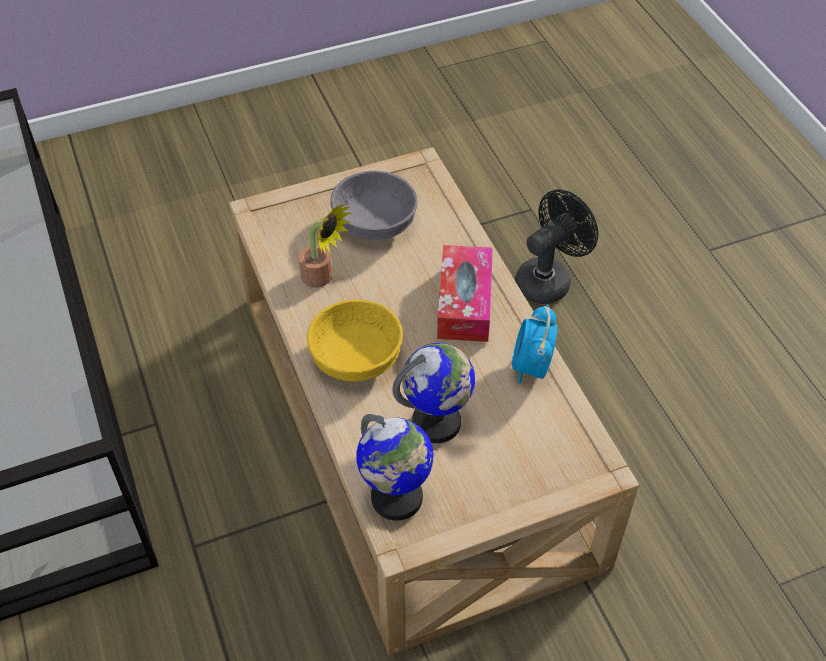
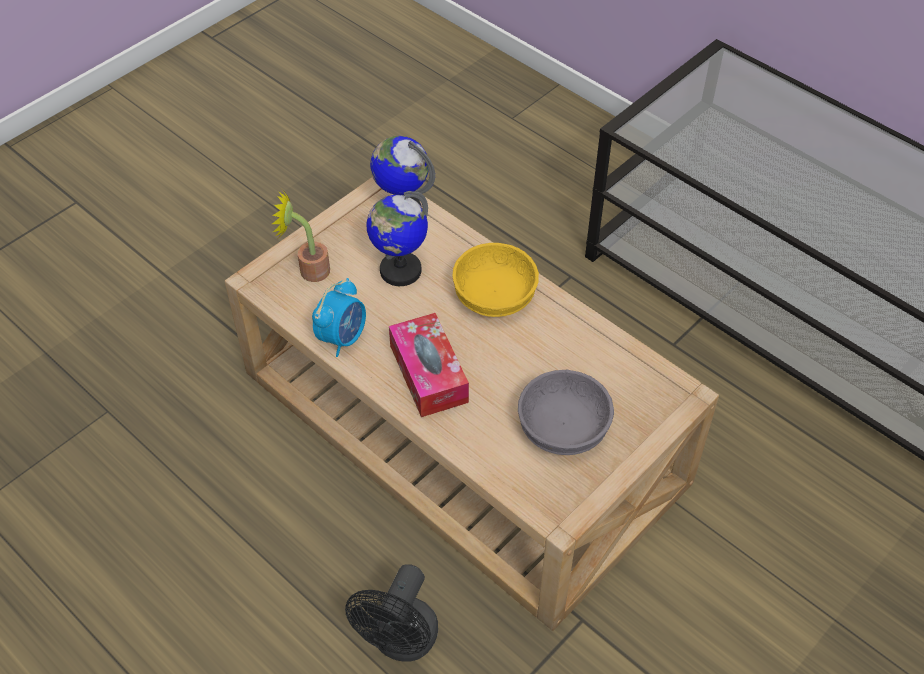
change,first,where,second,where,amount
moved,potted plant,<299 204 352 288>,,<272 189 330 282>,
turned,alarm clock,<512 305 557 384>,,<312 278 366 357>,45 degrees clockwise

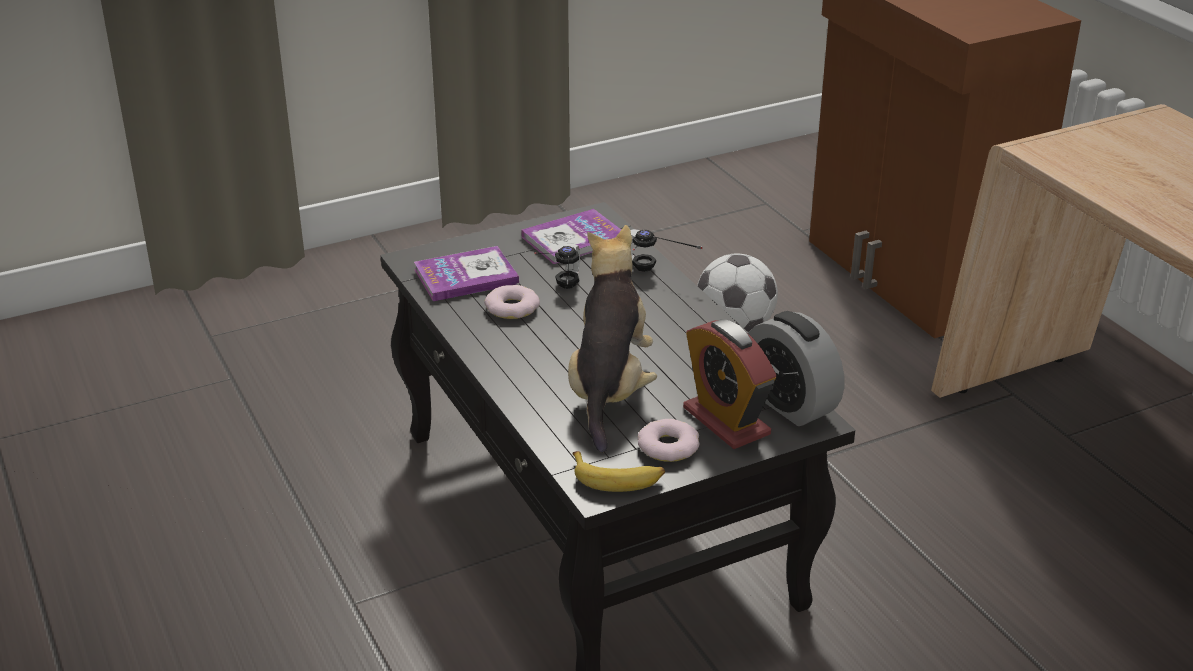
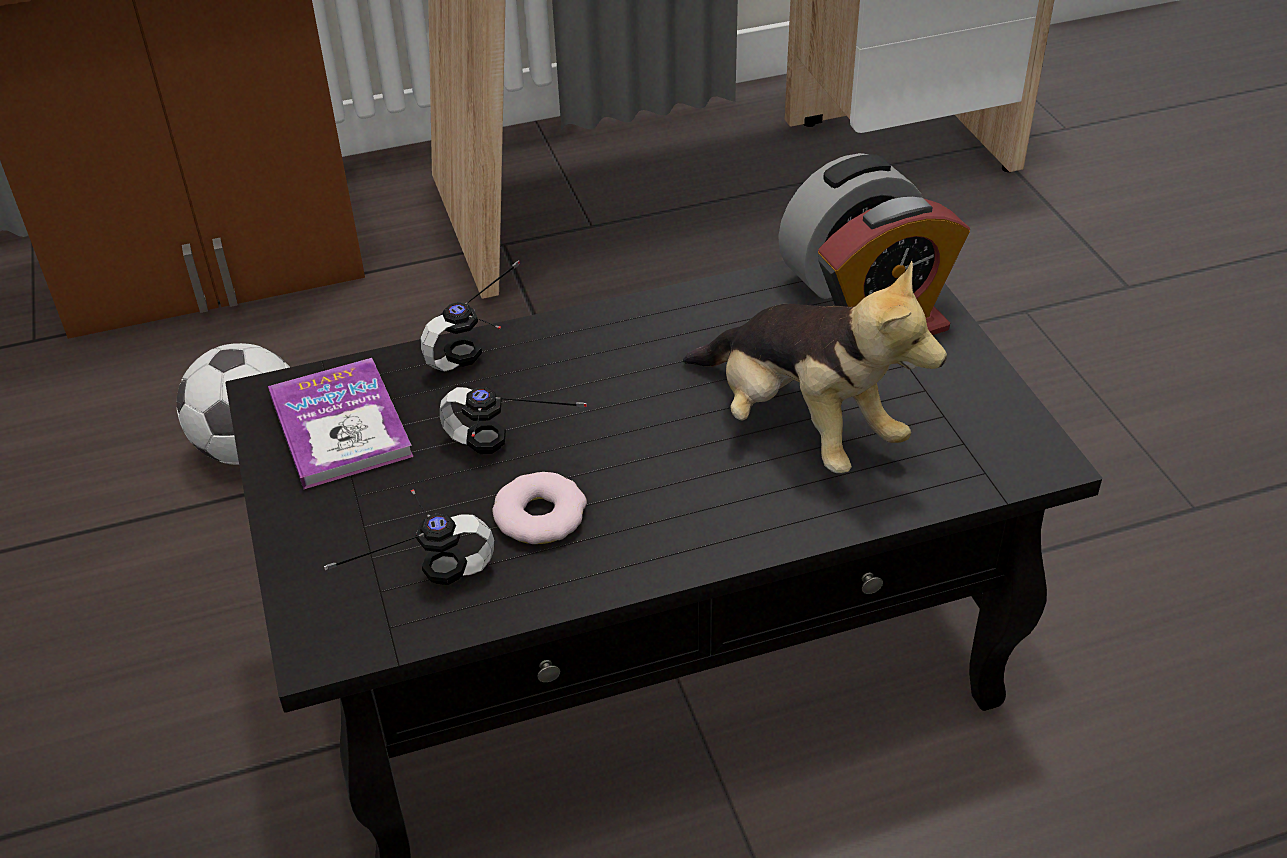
change,first,where,second,where,amount
replaced,book,<414 246 519 301>,headphones,<324 489 495 585>,
turned,plush toy,<568 225 657 453>,,<683 261 947 473>,150 degrees counterclockwise
removed,banana,<573 451 665 492>,,,
removed,donut,<638 419 699 462>,,,

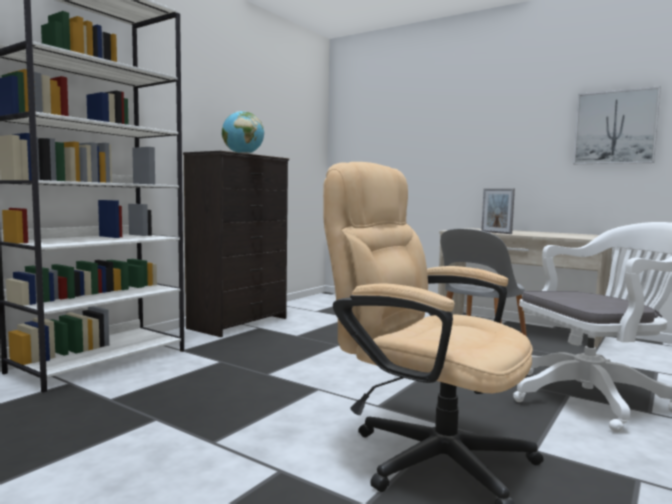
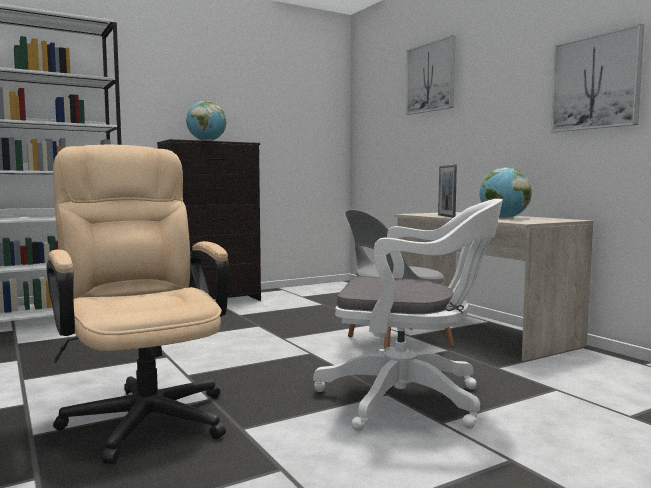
change,first,where,second,where,amount
added,,,picture,<406 35 455 115>,
added,,,globe,<480 167 532 218>,

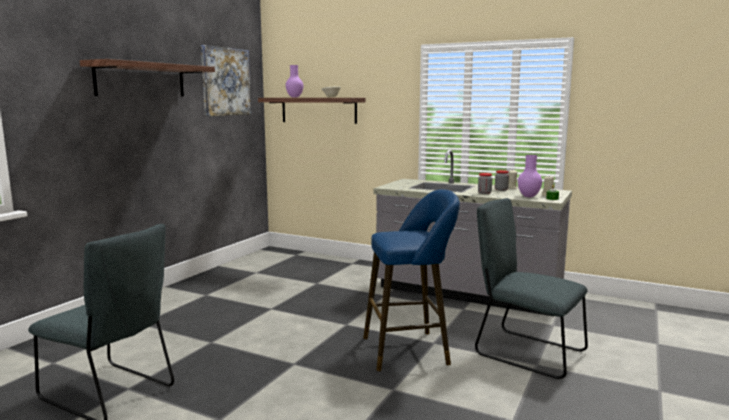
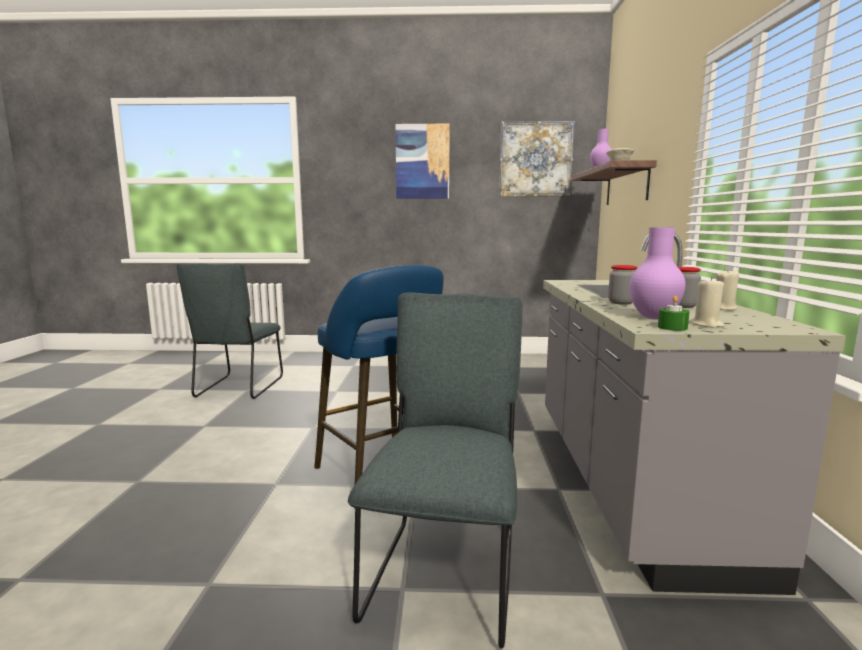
change,first,where,second,where,amount
replaced,shelf,<80 59 215 96>,picture,<395 124 450 199>,

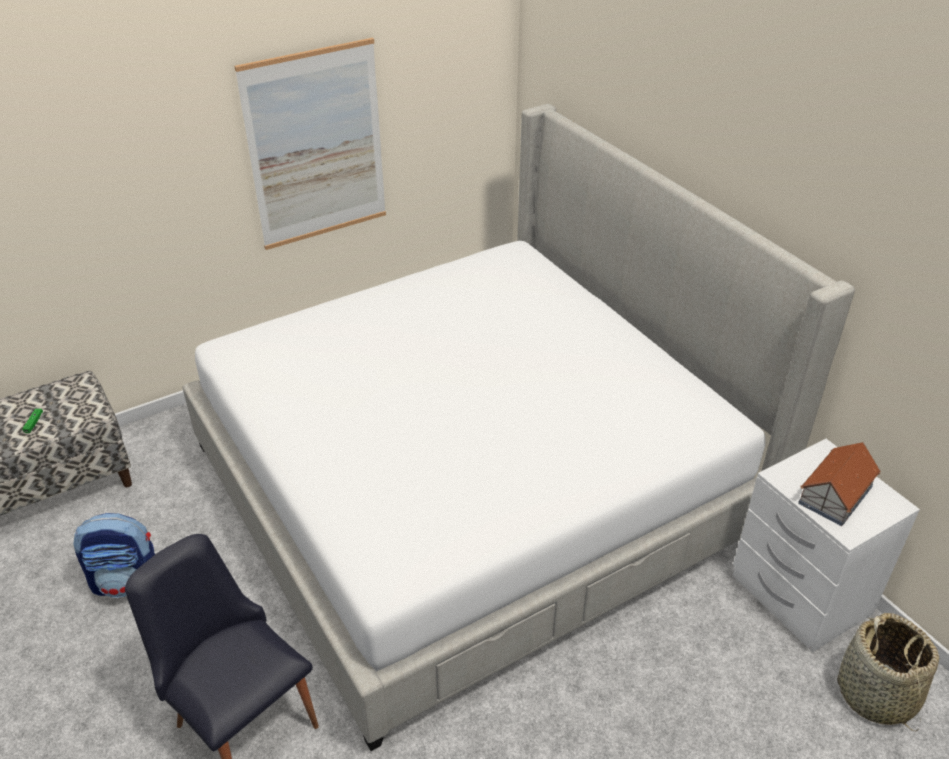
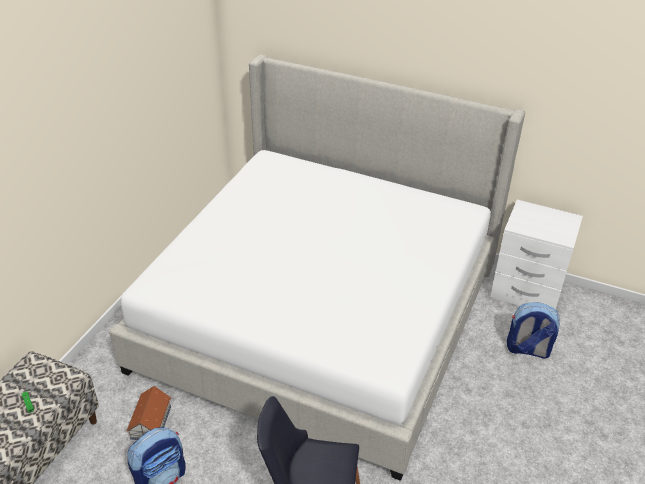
change,first,where,second,where,amount
removed,picture,<234 38 386 250>,,,
moved,toy house,<798 442 881 526>,,<126 386 171 440>,
removed,basket,<837 613 939 731>,,,
added,,,backpack,<507 302 560 359>,

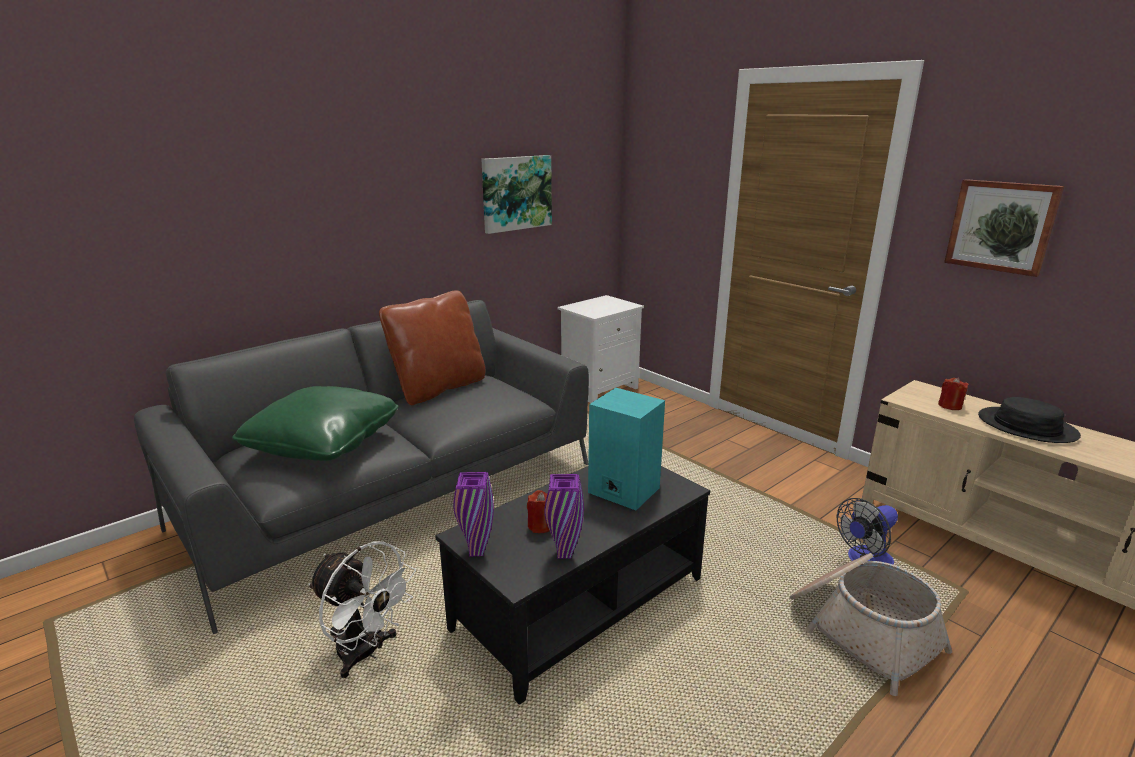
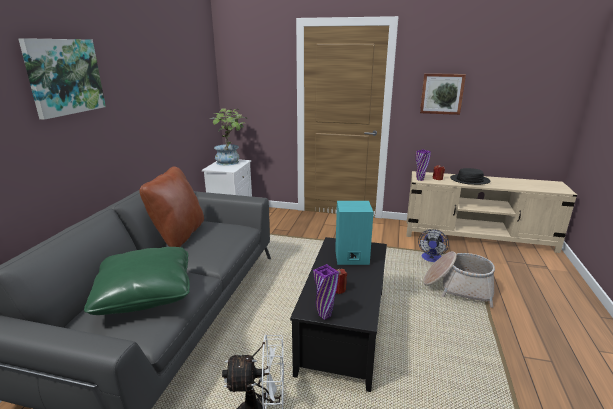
change,first,where,second,where,amount
moved,picture,<481 155 552 234>,,<18 38 106 120>,
moved,purple vase,<544 474 584 559>,,<416 149 431 181>,
added,,,potted plant,<210 108 247 166>,

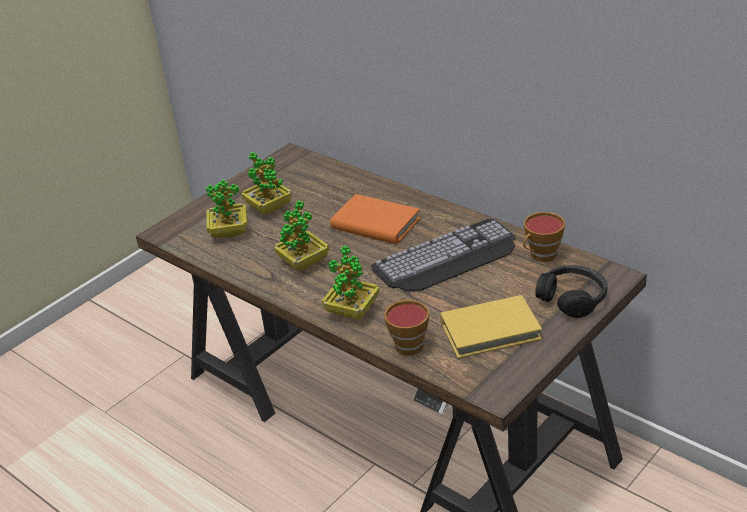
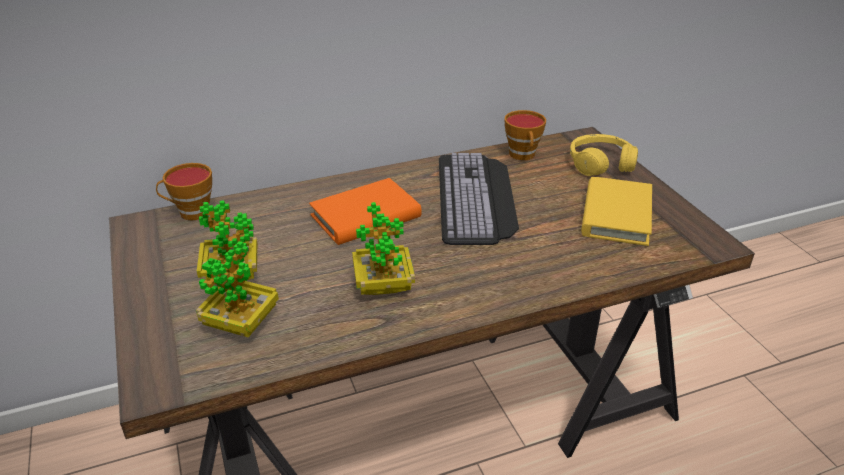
change,first,where,second,where,amount
removed,potted plant,<322 246 380 320>,,,
moved,cup,<384 300 429 356>,,<156 163 212 220>,
recoloured,black headphones,<535 265 608 318>,yellow headphones,<570 134 638 176>,

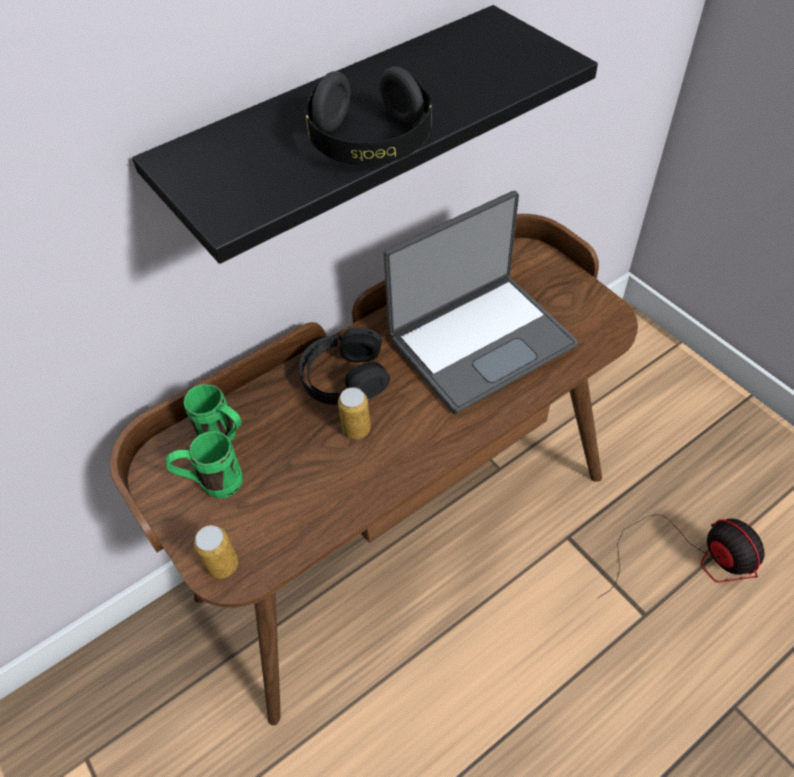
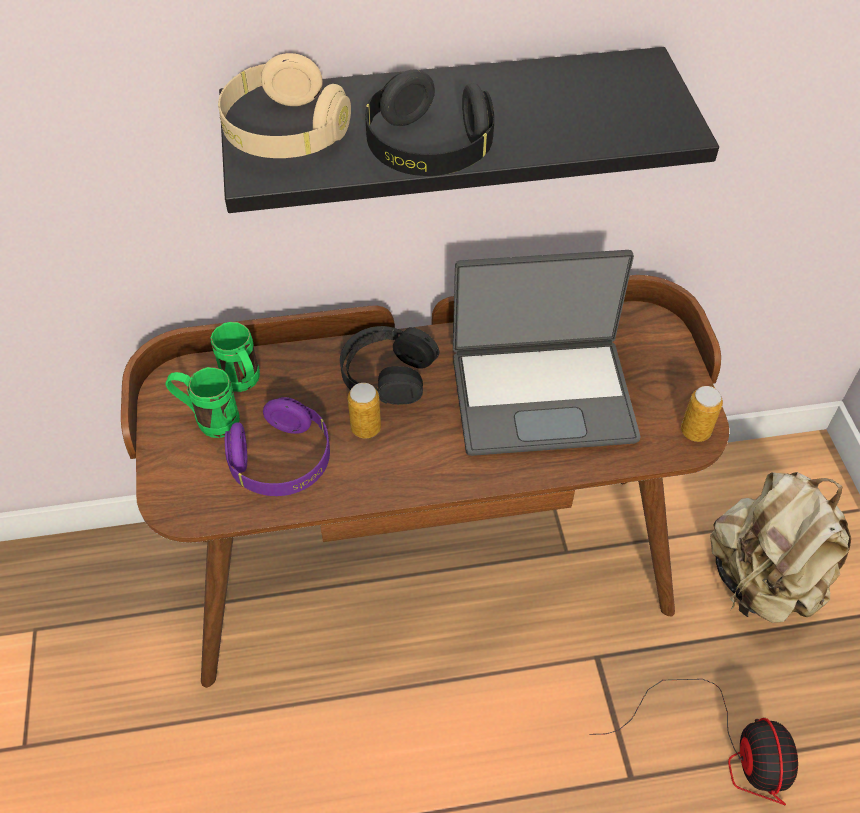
change,first,where,second,where,amount
moved,can,<194 525 238 579>,,<681 386 723 442>,
added,,,beige headphones,<218 53 351 158>,
added,,,purple headphones,<225 397 330 496>,
added,,,beige backpack,<710 472 851 623>,

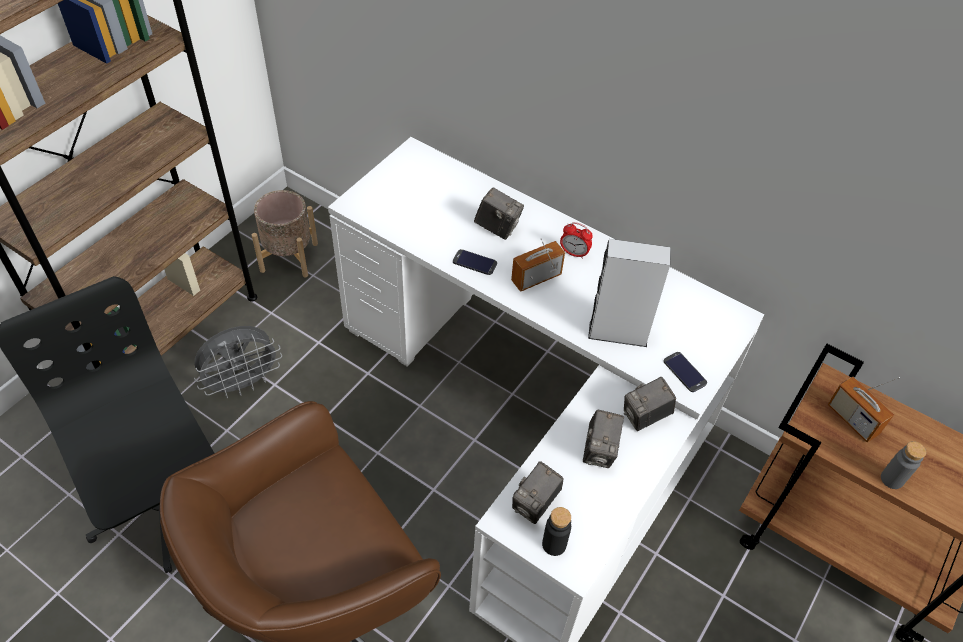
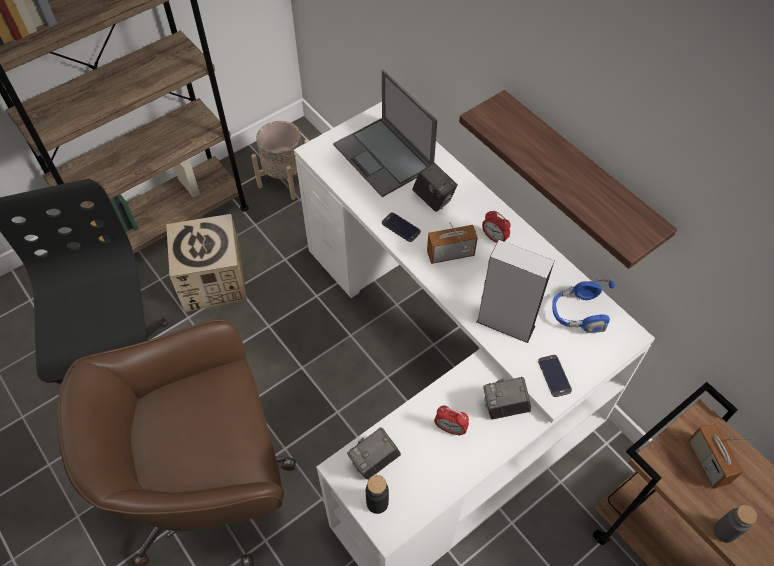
change,first,where,second,where,amount
replaced,grey fan,<194 326 282 398>,cardboard box,<166 214 247 312>,
replaced,photo camera,<583 410 624 468>,alarm clock,<434 406 469 436>,
added,,,laptop,<333 70 437 197>,
added,,,shelf,<459 90 677 269>,
added,,,blue headphones,<552 279 615 333>,

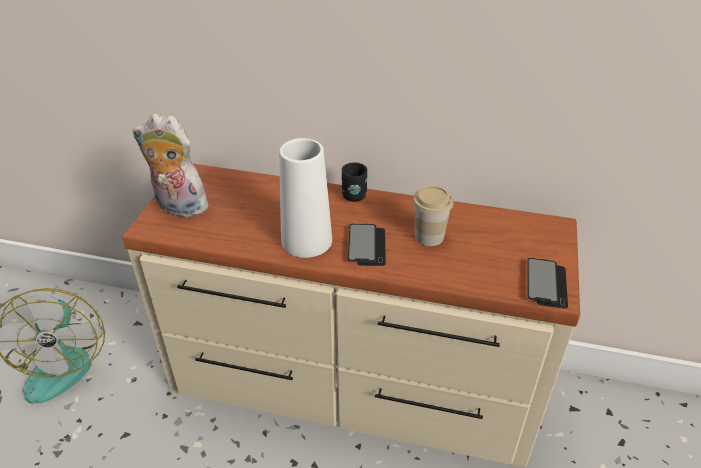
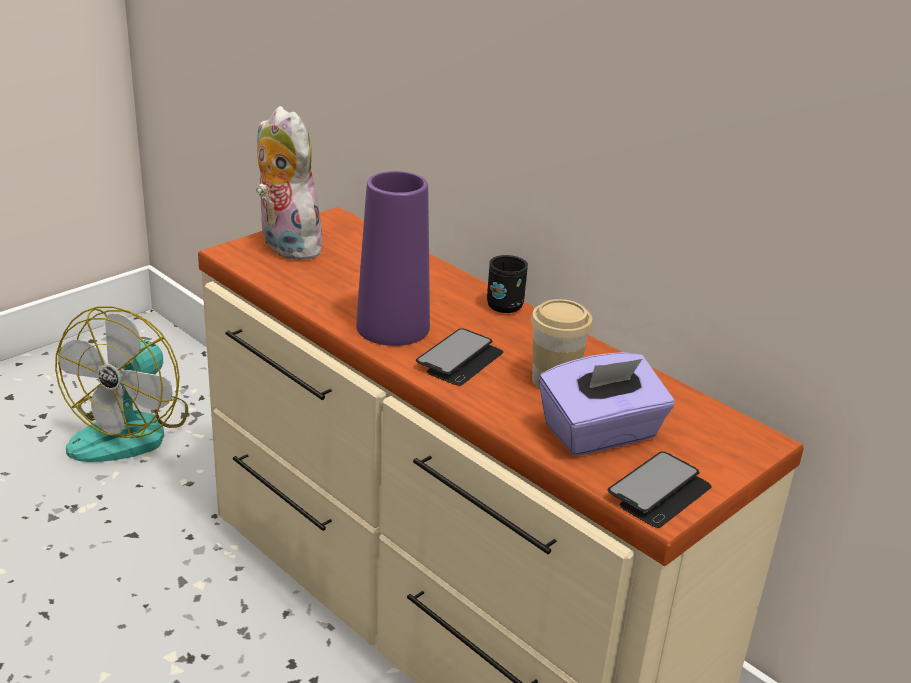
change,first,where,second,where,amount
recoloured,white vase,<279 138 332 258>,purple vase,<356 171 430 346>,
added,,,purple tissue box,<539 352 674 456>,

